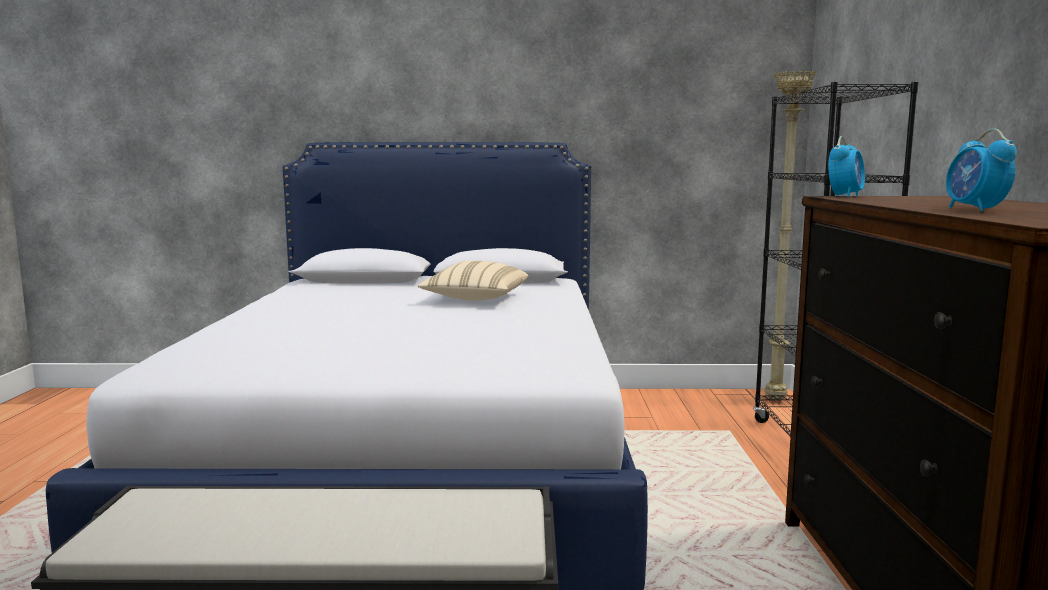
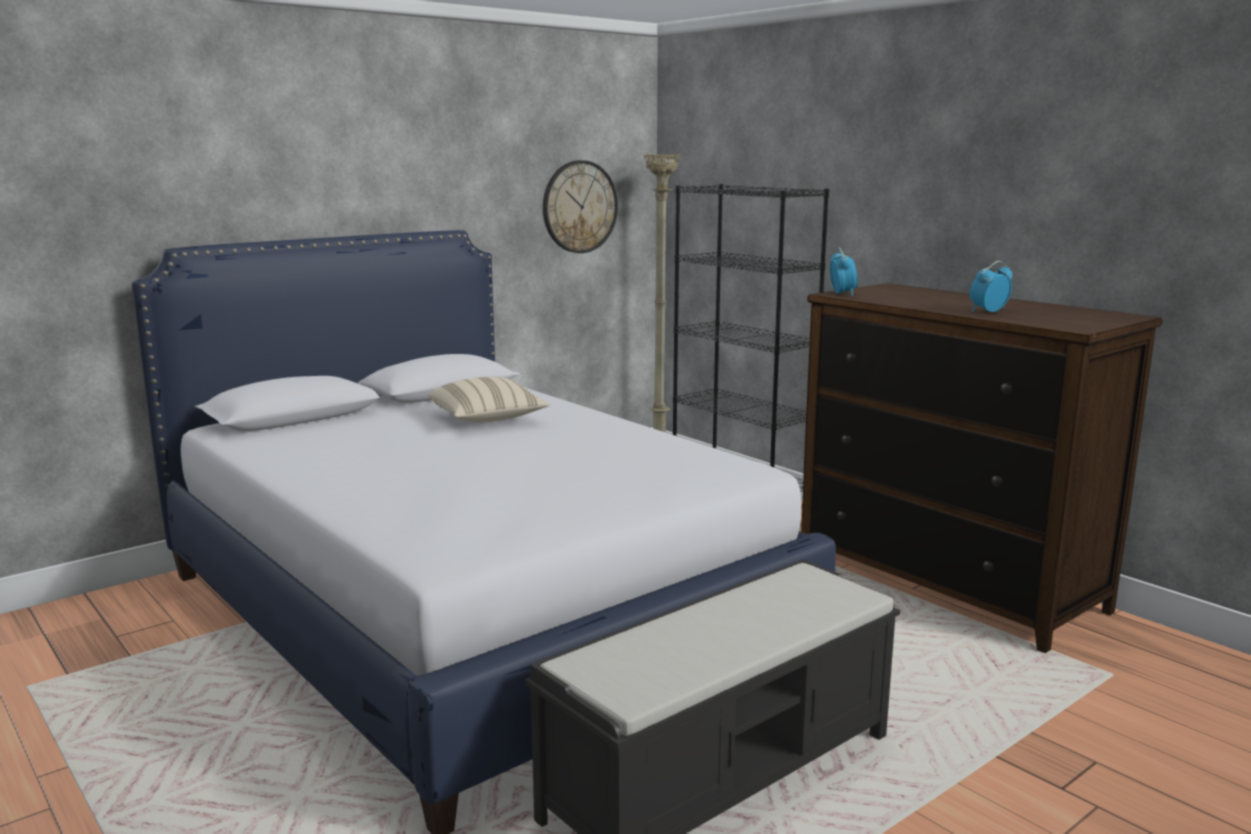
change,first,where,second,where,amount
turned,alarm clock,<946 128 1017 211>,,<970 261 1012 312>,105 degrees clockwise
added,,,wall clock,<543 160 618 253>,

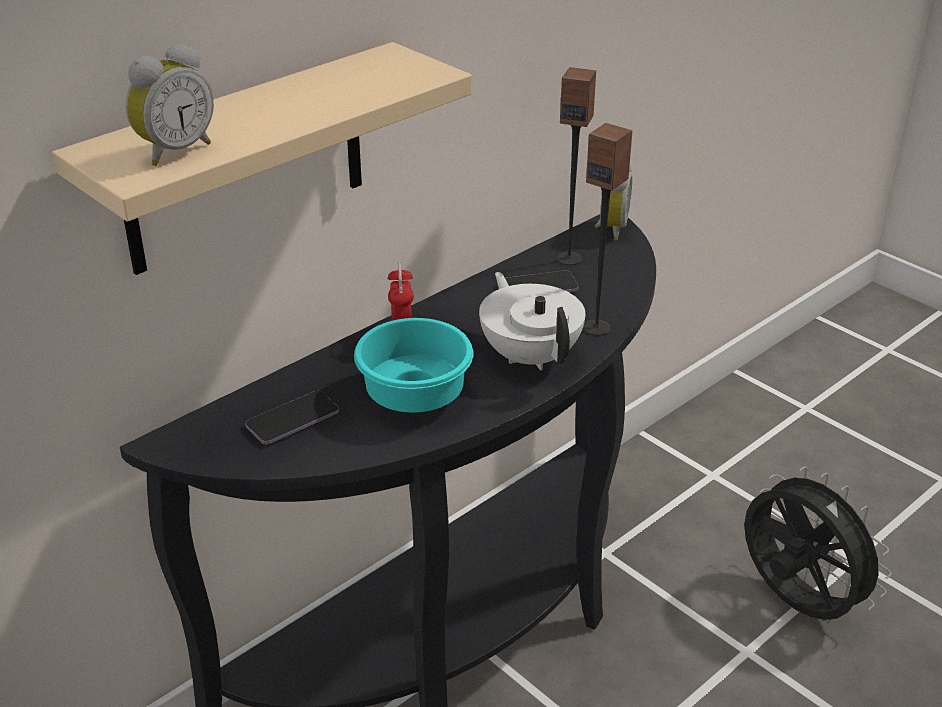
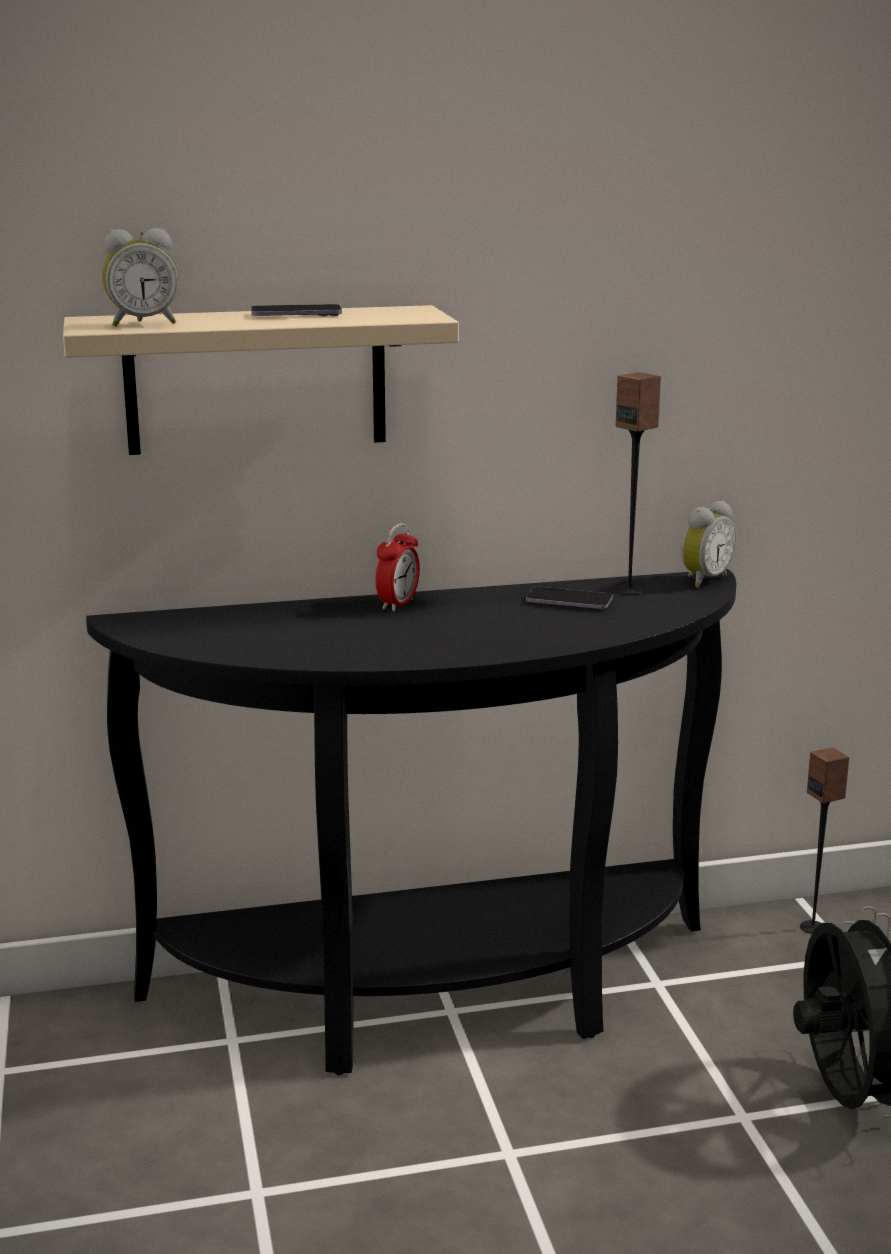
change,first,where,second,where,amount
moved,phone,<245 391 339 445>,,<251 304 342 316>,
removed,turquoise bowl,<354 318 474 413>,,,
removed,white teapot,<479 272 585 370>,,,
moved,speaker,<583 123 633 336>,,<800 748 850 934>,

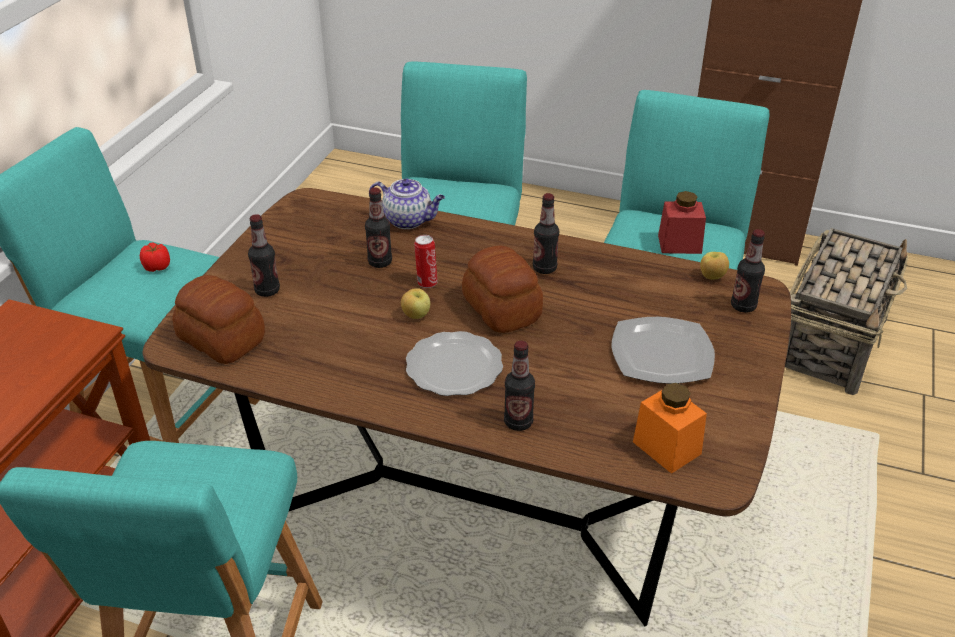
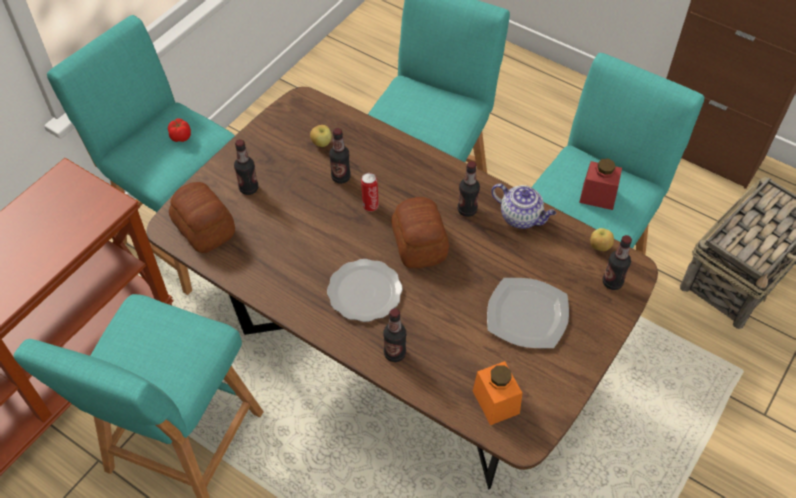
change,first,where,second,where,amount
moved,teapot,<369 179 445 229>,,<491 183 556 229>,
moved,apple,<401 288 430 319>,,<310 125 332 147>,

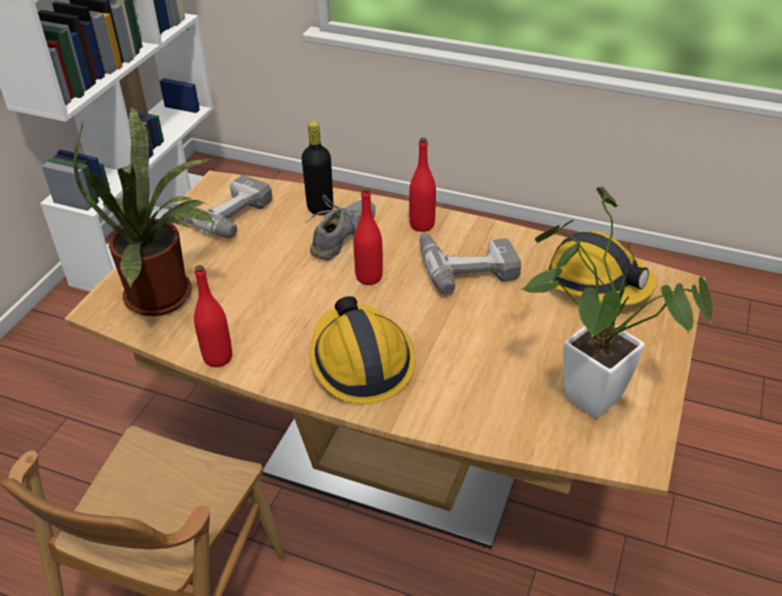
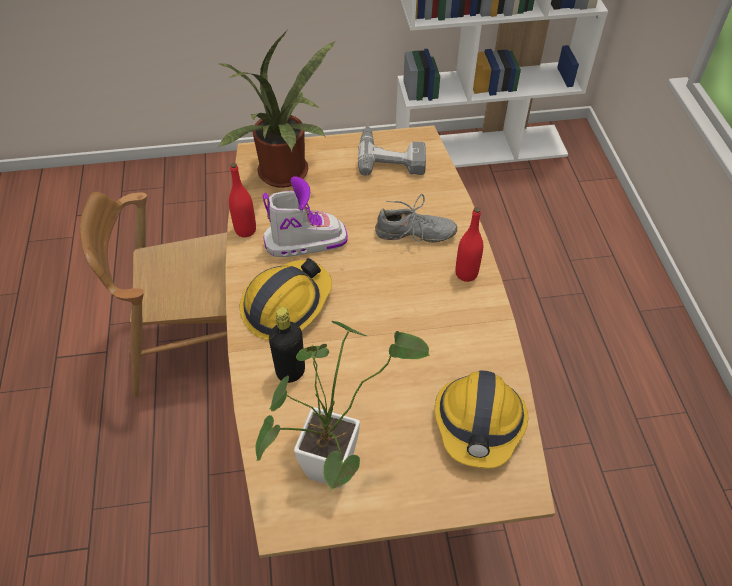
change,first,where,second,where,amount
moved,black bottle,<302 121 333 215>,,<269 307 305 383>,
removed,red bottle,<354 187 383 285>,,,
removed,power drill,<420 233 521 294>,,,
added,,,boot,<263 176 348 257>,

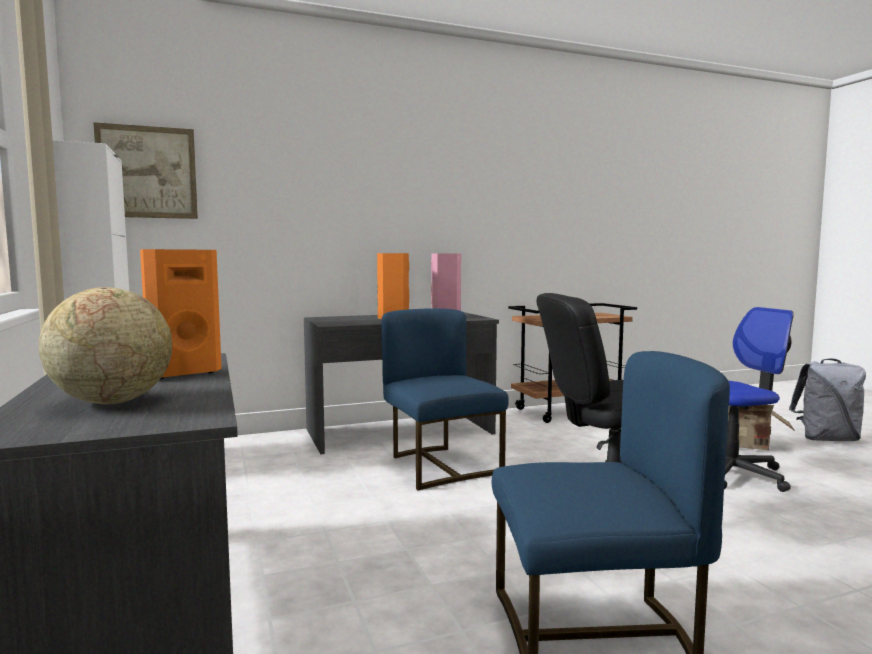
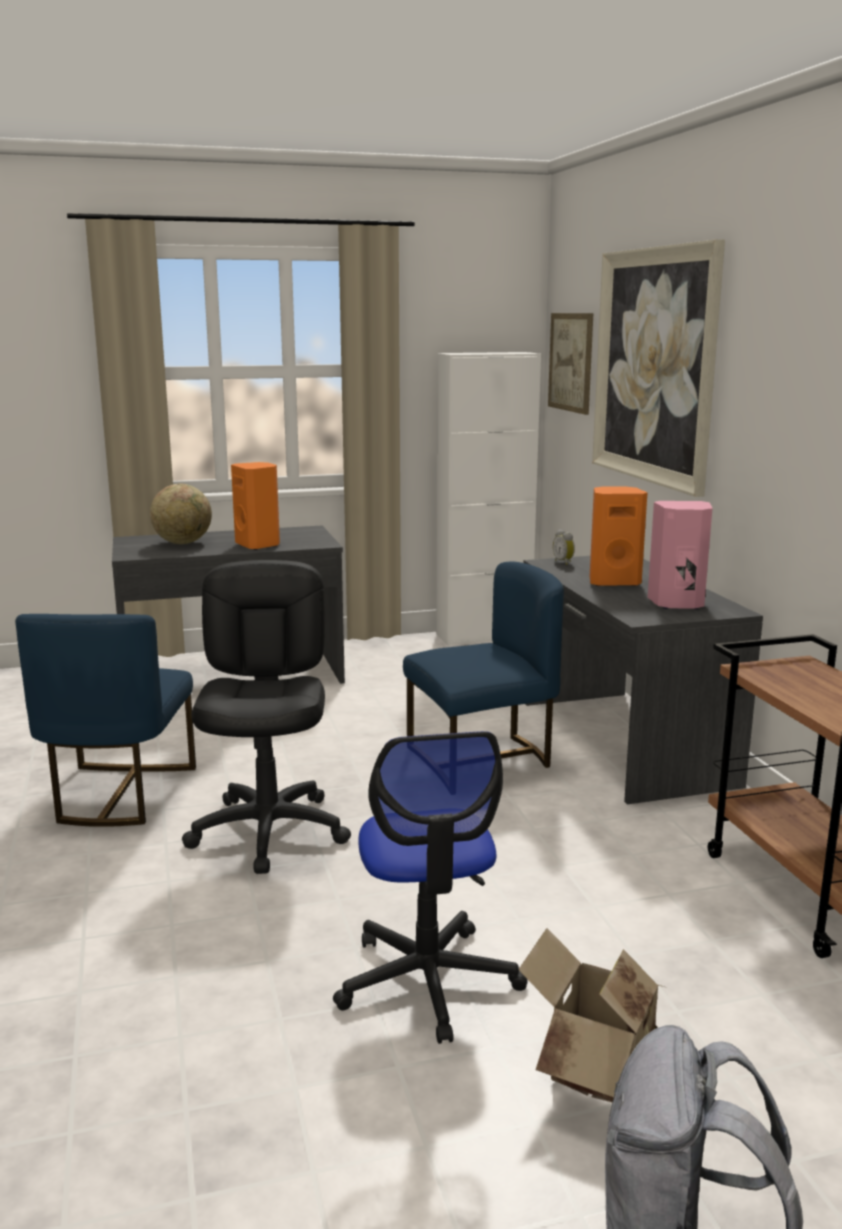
change,first,where,second,where,amount
added,,,alarm clock,<553 529 575 565>,
added,,,picture,<592 239 725 497>,

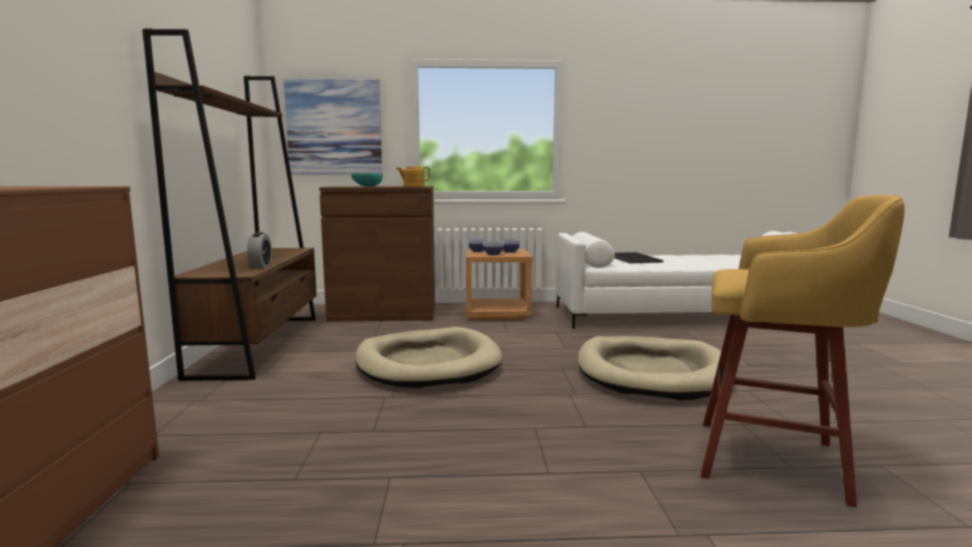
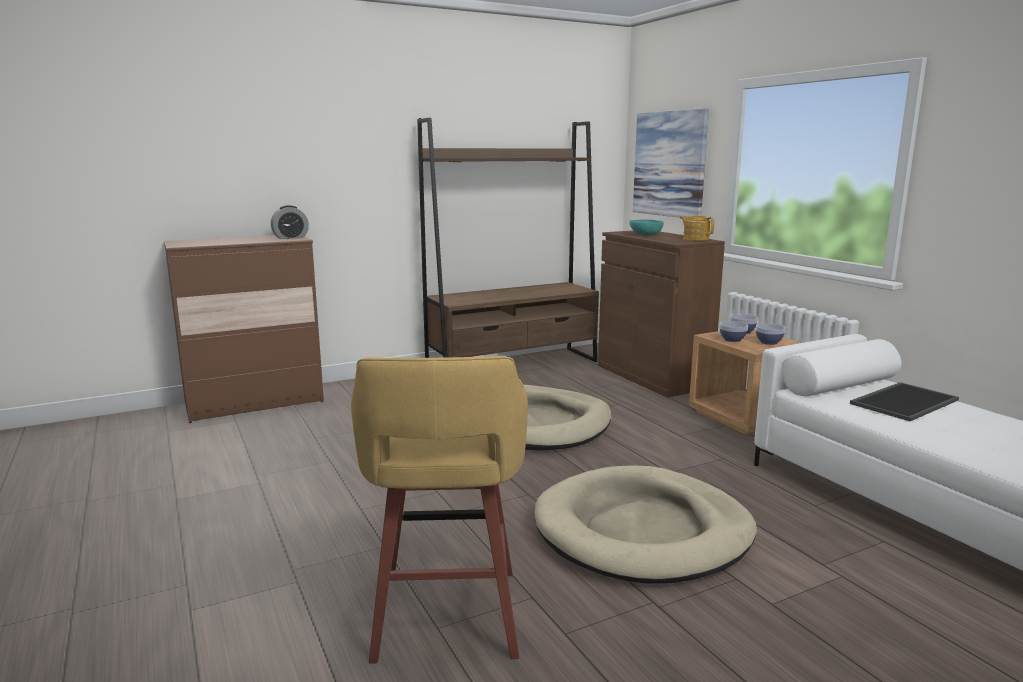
change,first,where,second,where,amount
moved,alarm clock,<247 232 272 268>,,<271 205 309 239>,

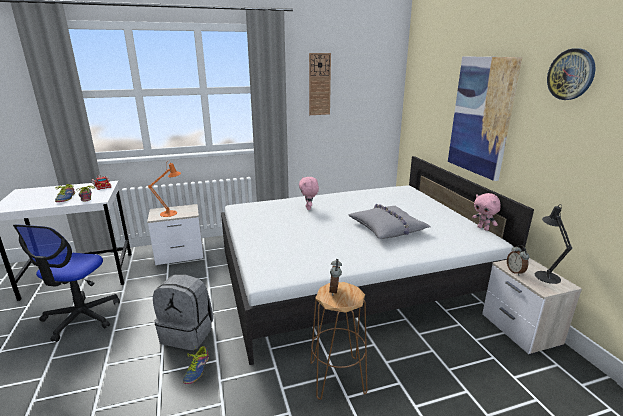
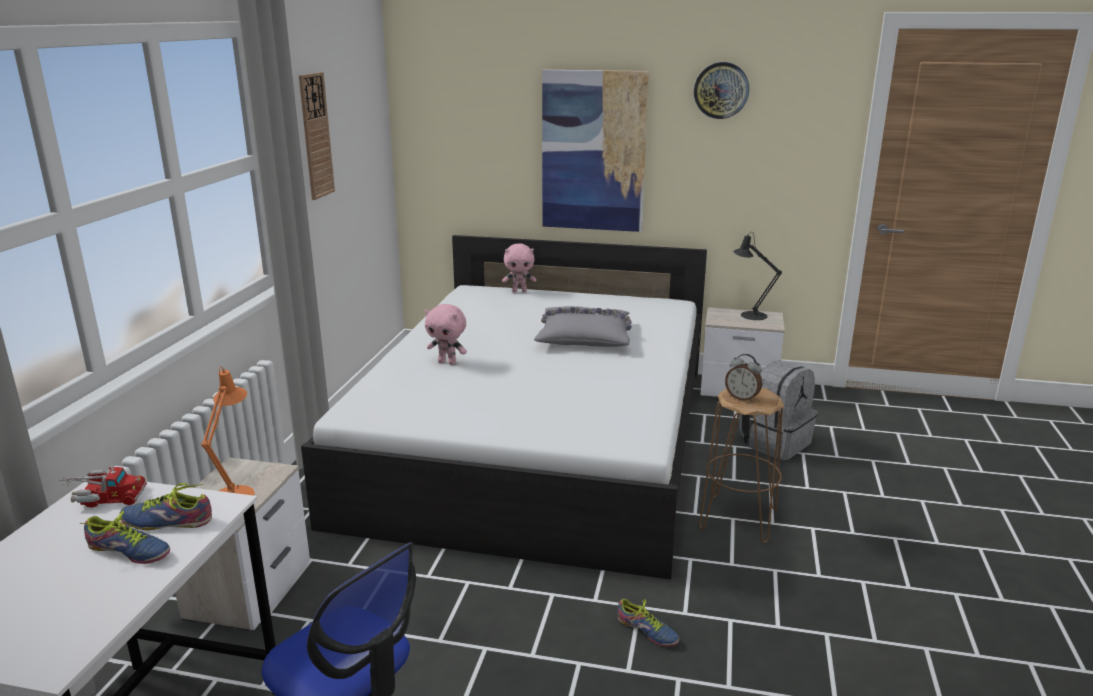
change,first,where,second,where,amount
moved,grey backpack,<153 274 213 350>,,<739 360 817 460>,
moved,pink plush toy,<472 193 501 231>,,<502 243 536 292>,
removed,alarm clock,<507 245 529 276>,,,

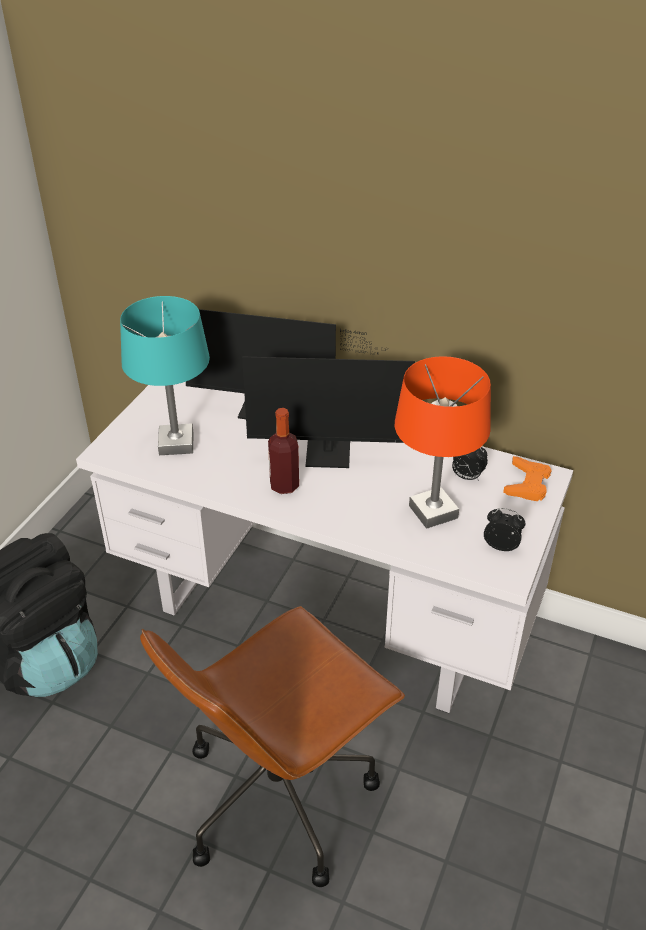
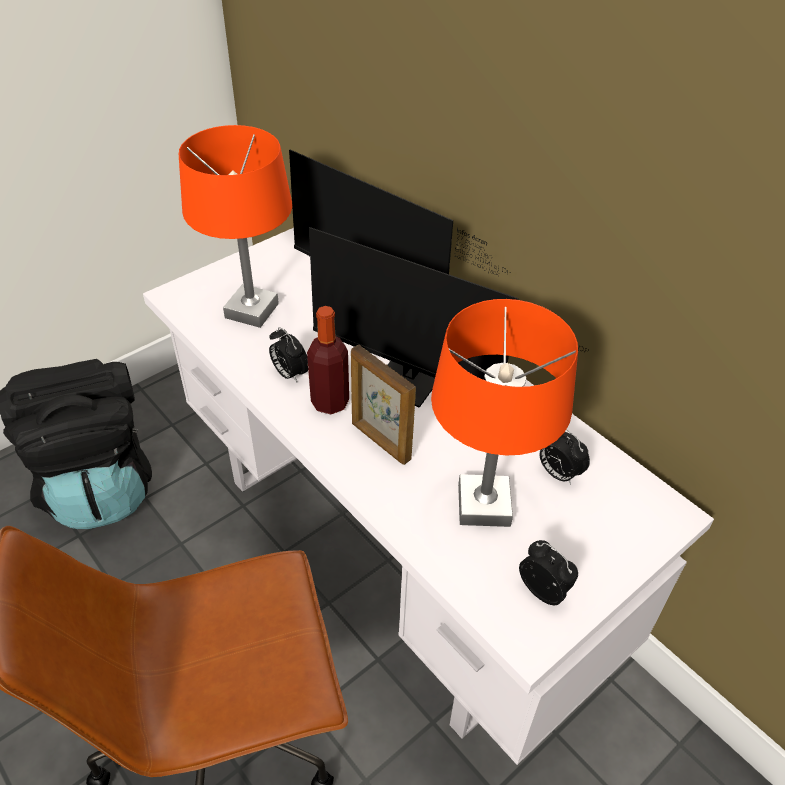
change,first,where,second,where,amount
recoloured,turquoise table lamp,<120 296 210 455>,orange table lamp,<179 125 292 328>,
removed,orange game controller,<503 456 552 501>,,,
added,,,alarm clock,<269 327 308 382>,
added,,,picture frame,<351 345 416 465>,

